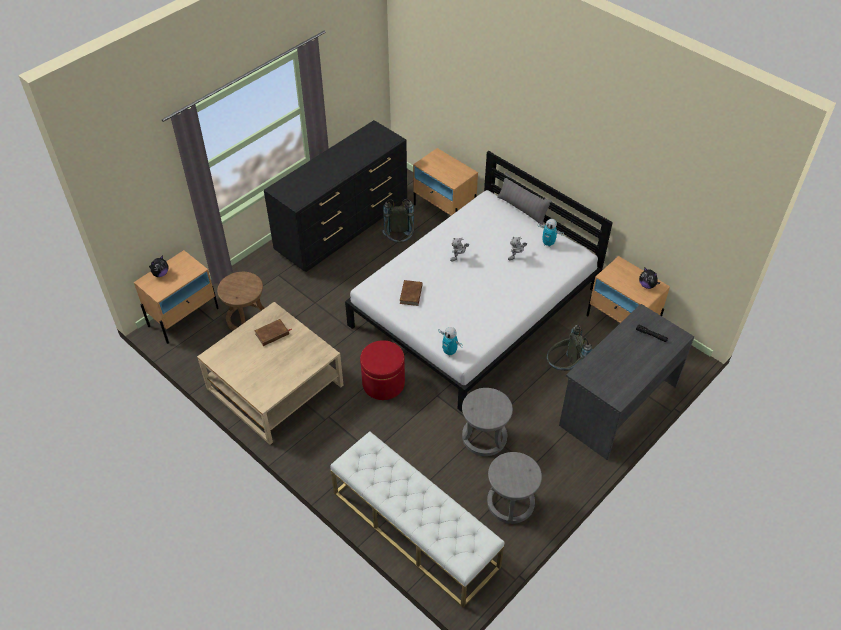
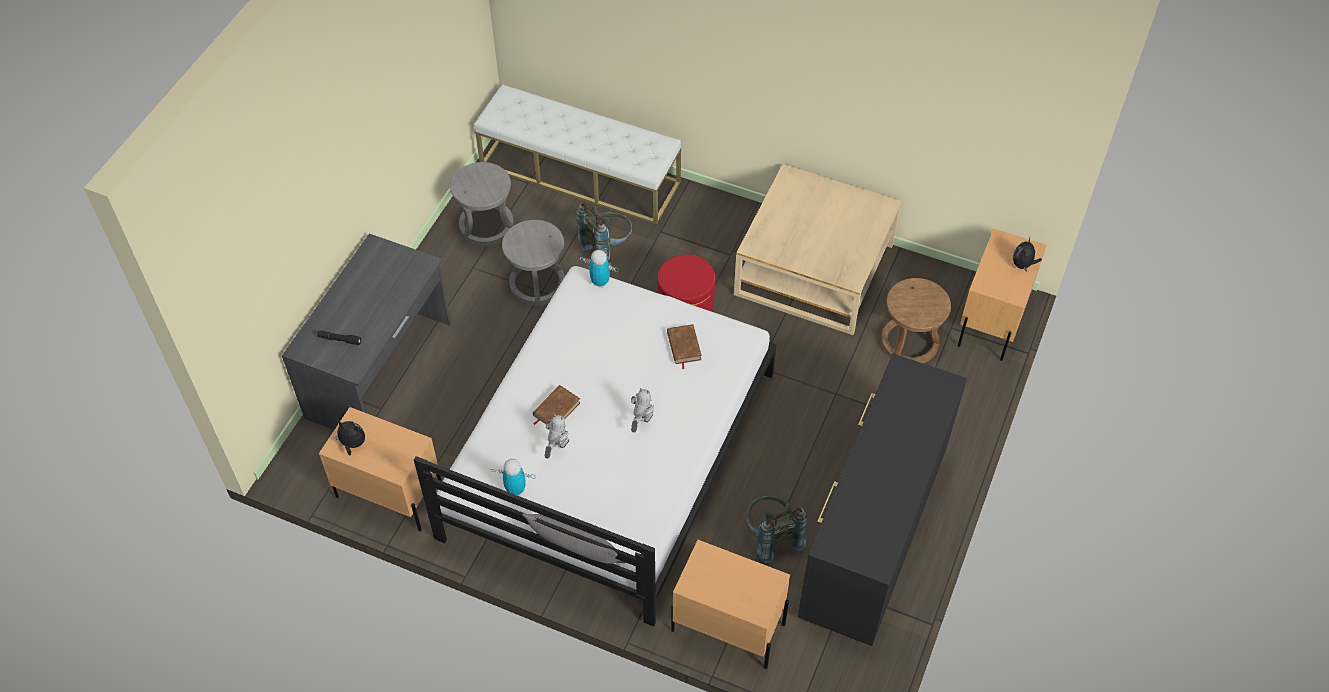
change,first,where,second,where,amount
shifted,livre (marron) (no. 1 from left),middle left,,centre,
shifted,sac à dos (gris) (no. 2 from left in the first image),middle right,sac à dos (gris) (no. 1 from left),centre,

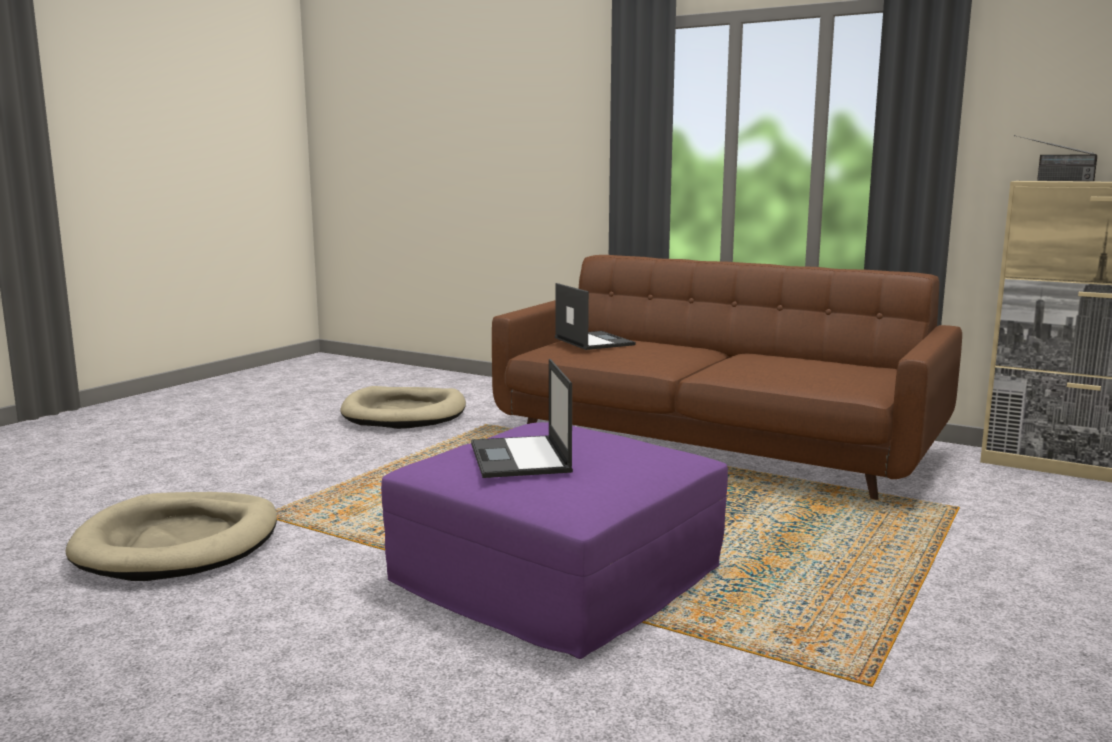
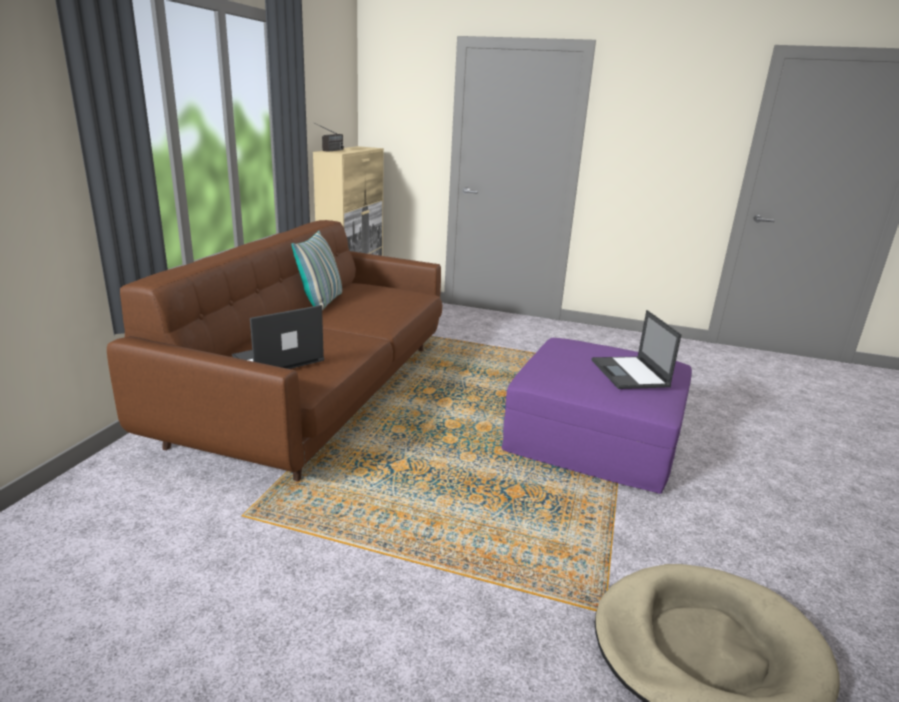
change,first,where,second,where,amount
new,,,coussin,centre,
rotated,ordinateur portable (no. 1 from left in the first image),centre,ordinateur portable (no. 2 from left),middle right,105 degrees clockwise
gone,panier pour chien (beige) (no. 2 from left),centre,,,

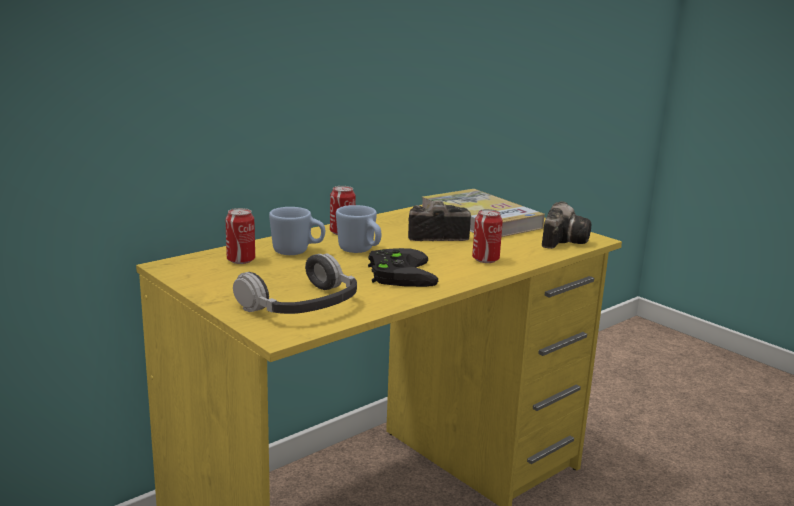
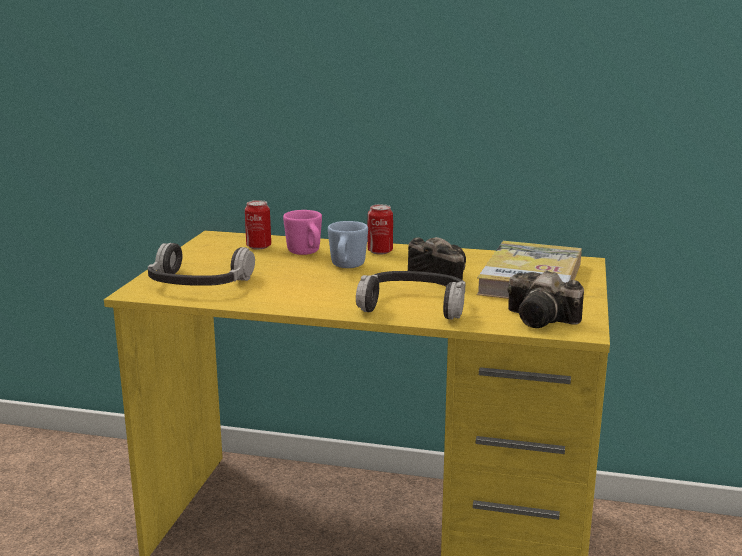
change,first,where,second,where,amount
repainted,mug (bleu) (no. 1 from left),centre,mug (rose),centre,
swapped,boîte métallique (no. 3 from left),centre,casque audio (no. 2 from left),centre,
rotated,appareil photo (no. 2 from left),middle right,,middle right,45 degrees clockwise
gone,manette (noir),centre,,,

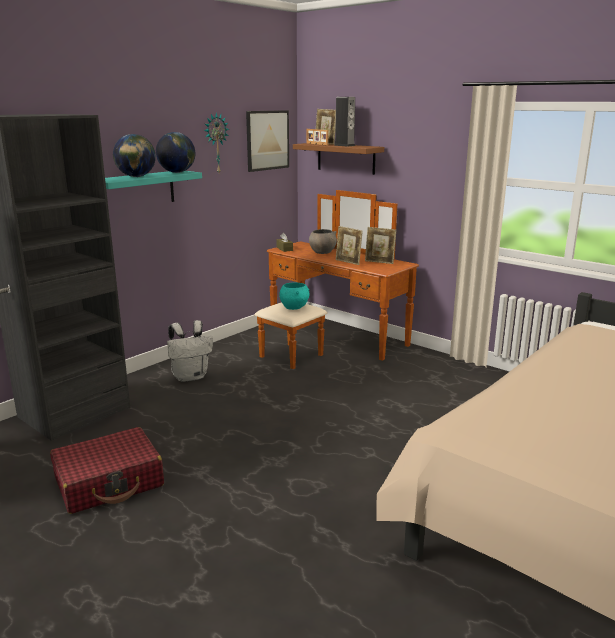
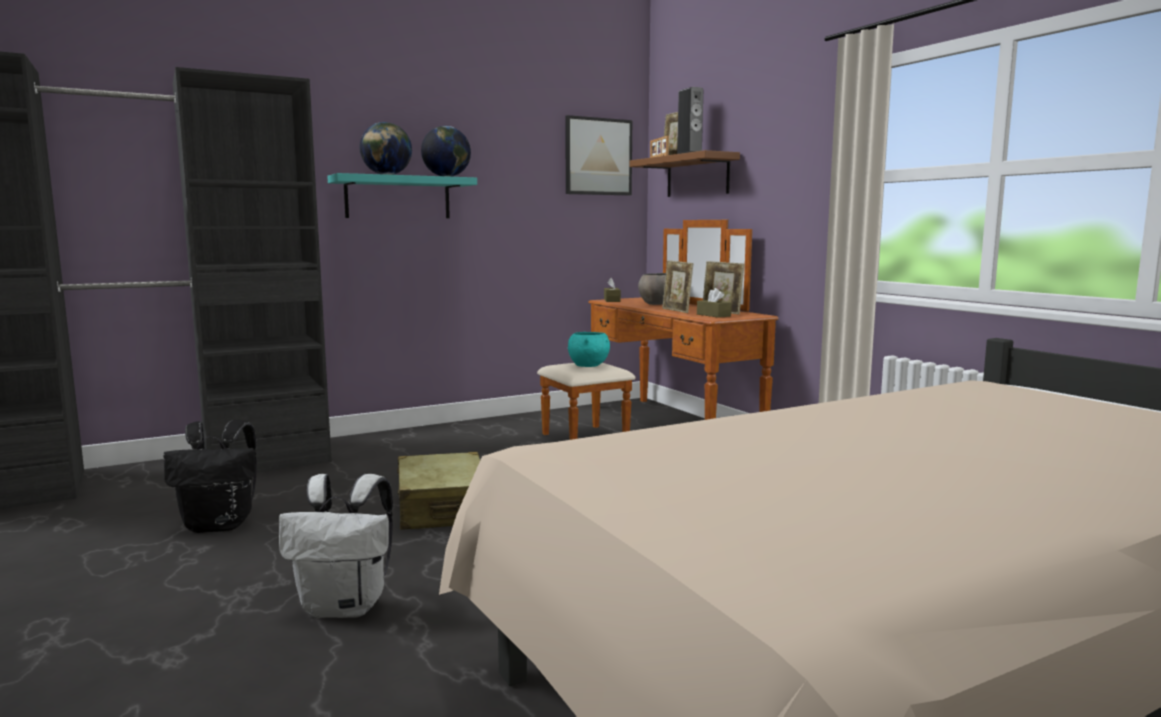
change,first,where,second,where,amount
swapped,valise (rouge),bottom left,sac à dos (noir),middle left,
shifted,sac à dos (blanc),middle left,,bottom left,
new,,,valise (beige),bottom centre,
new,,,boîte à mouchoirs (marron) (no. 2 from left),centre,
gone,horloge murale,top centre,,,

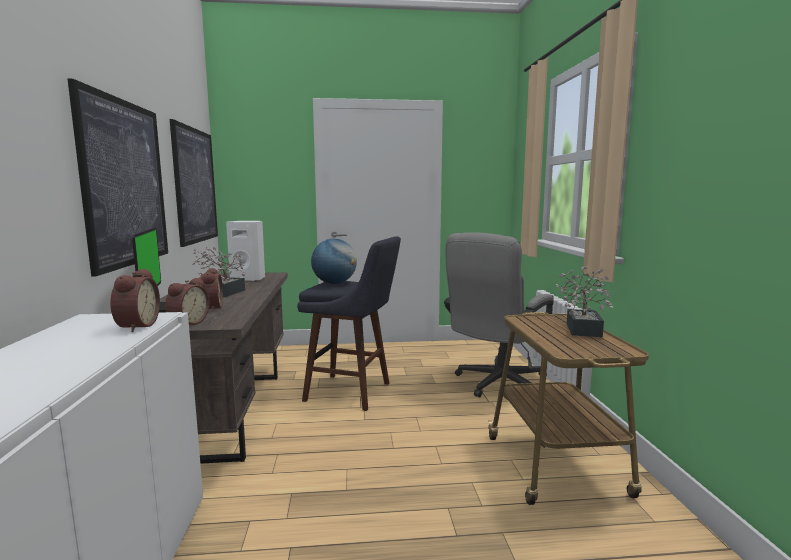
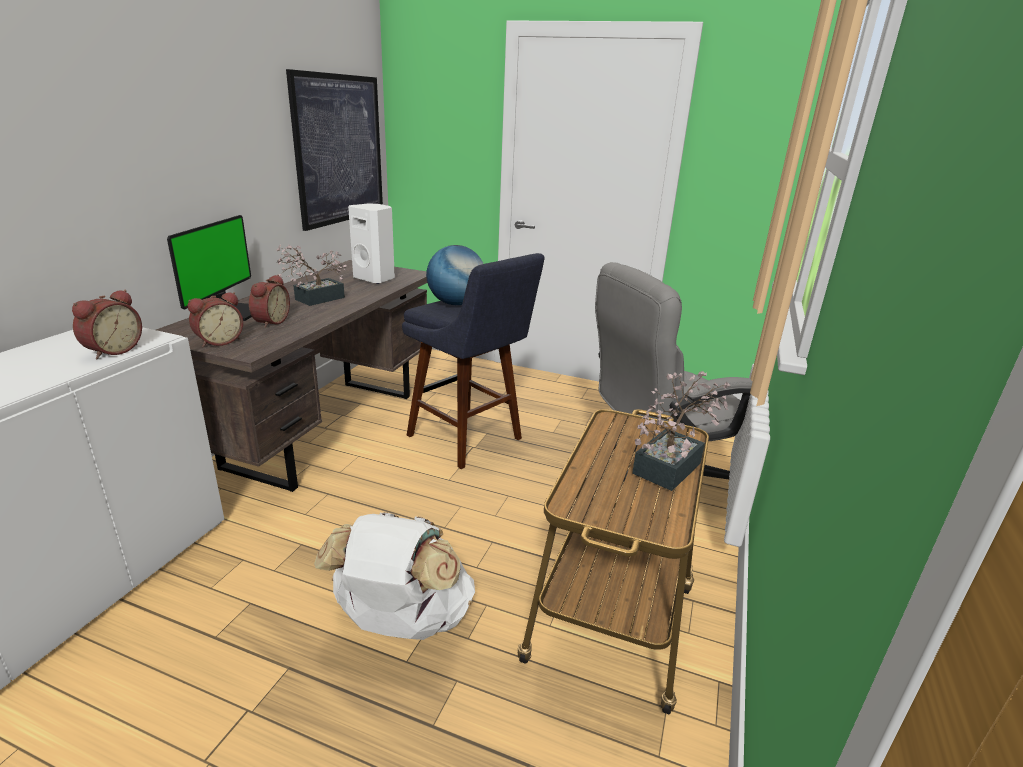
change,first,where,second,where,amount
new,,,sac à dos (blanc),bottom centre,
gone,tableau (no. 1 from left),top left,,,

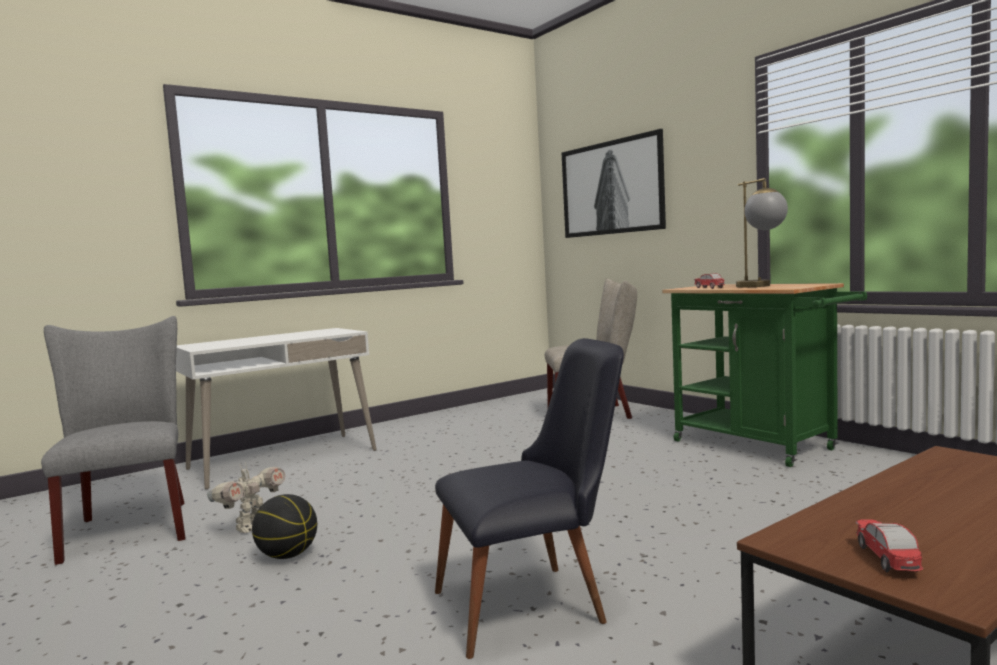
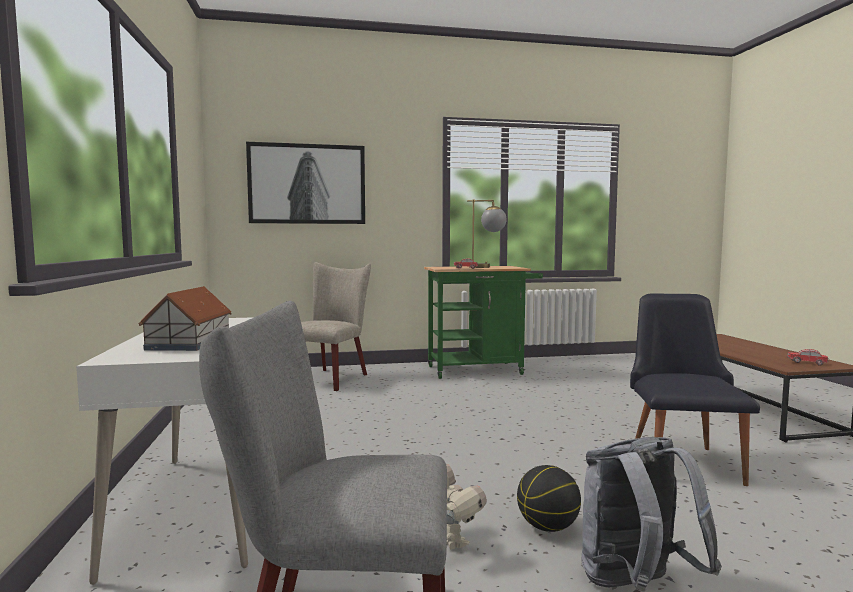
change,first,where,second,where,amount
new,,,maison miniature,middle left,
new,,,sac à dos (gris),bottom right,

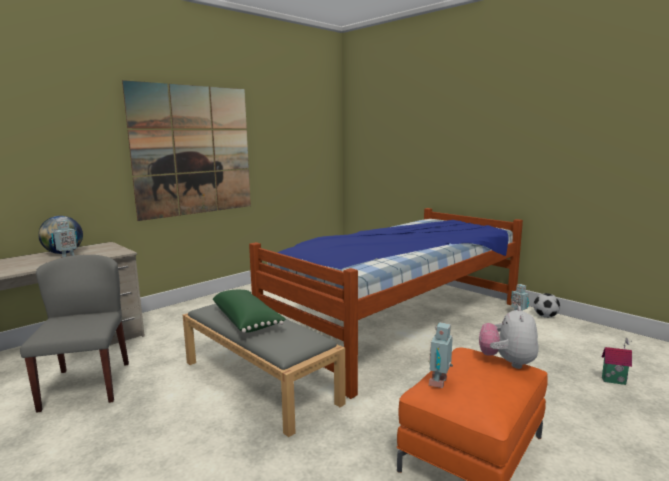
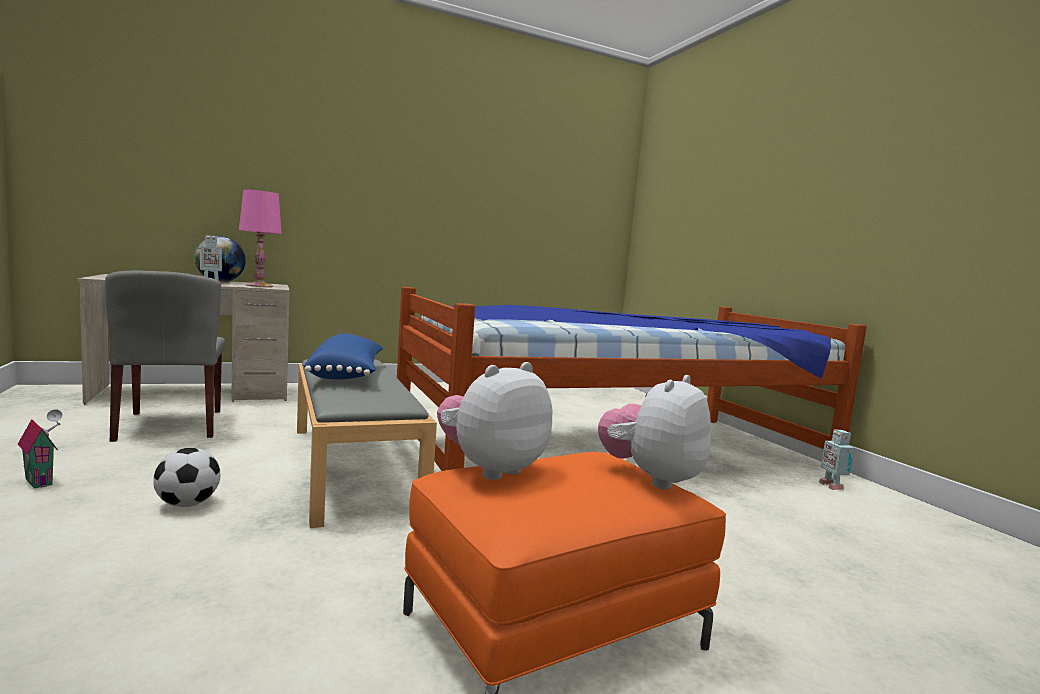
change,first,where,second,where,amount
shifted,maison miniature,bottom right,,middle left,
rotated,chaise (gris),bottom left,,middle left,150 degrees clockwise
shifted,ballon de foot,middle right,,bottom left,
new,,,lampe de table (rose),middle left,
repainted,coussin (vert),centre,coussin (bleu),middle left,
swapped,robot jouet (no. 2 from left),bottom centre,peluche (no. 1 from left),centre,
gone,tableau,top left,,,

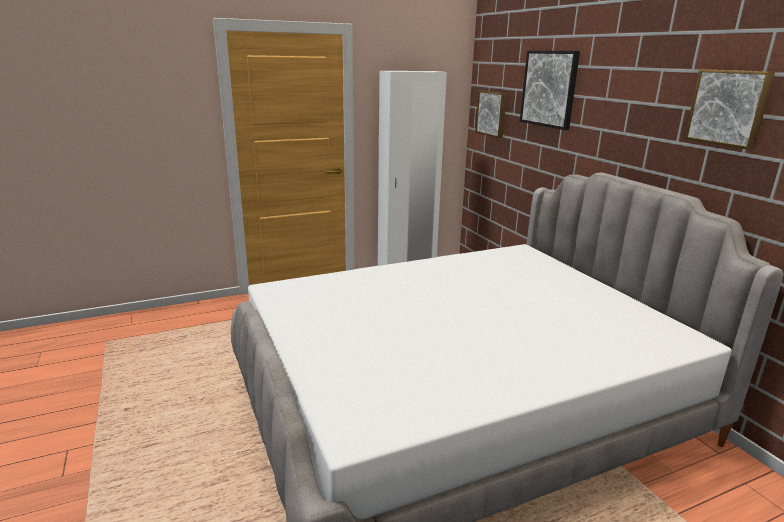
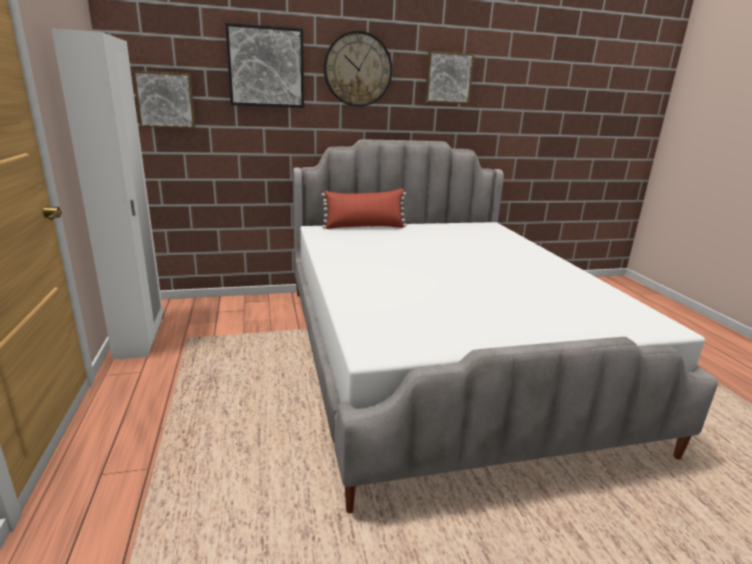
change,first,where,second,where,amount
new,,,coussin (rouge),centre,
new,,,horloge murale,top centre,

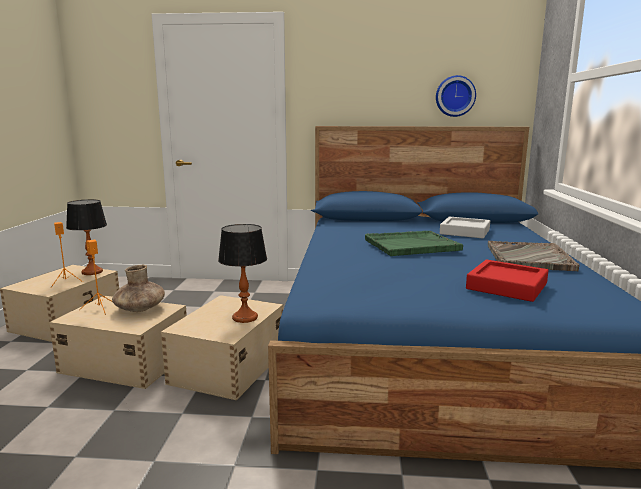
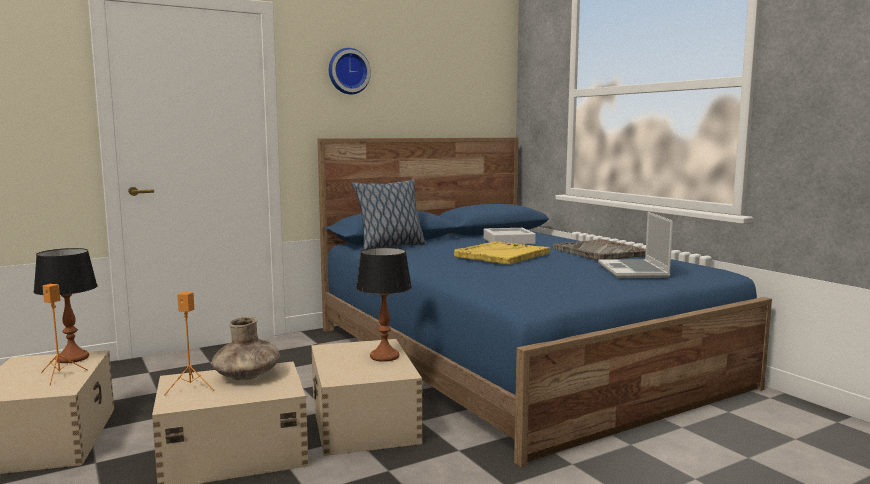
change,first,where,second,where,amount
shifted,horloge murale,top right,,top centre,
new,,,coussin,centre,
repainted,plateau (vert),centre,plateau (jaune),centre,
swapped,plateau (rouge),middle right,ordinateur portable,middle right,

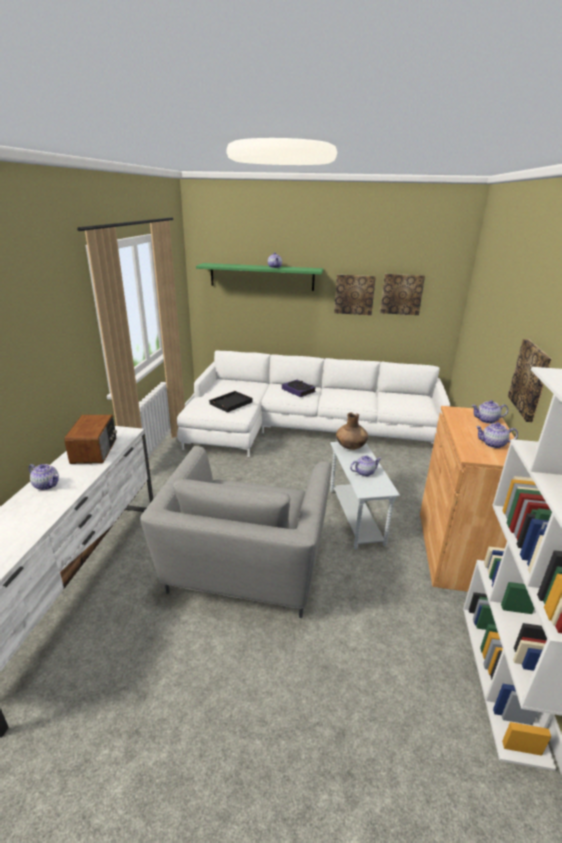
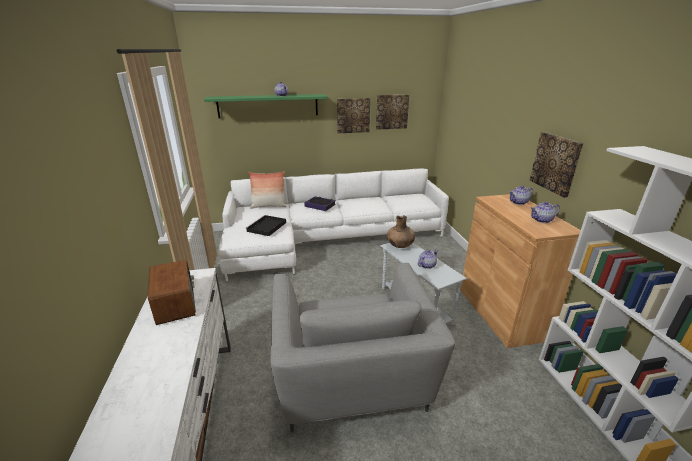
change,first,where,second,where,amount
new,,,coussin,centre,
gone,théière (no. 1 from left),middle left,,,

